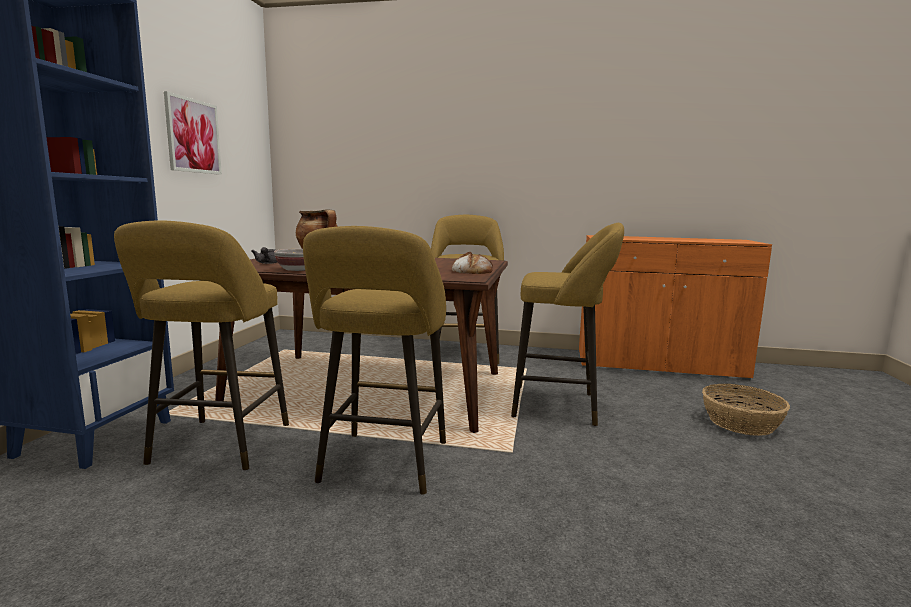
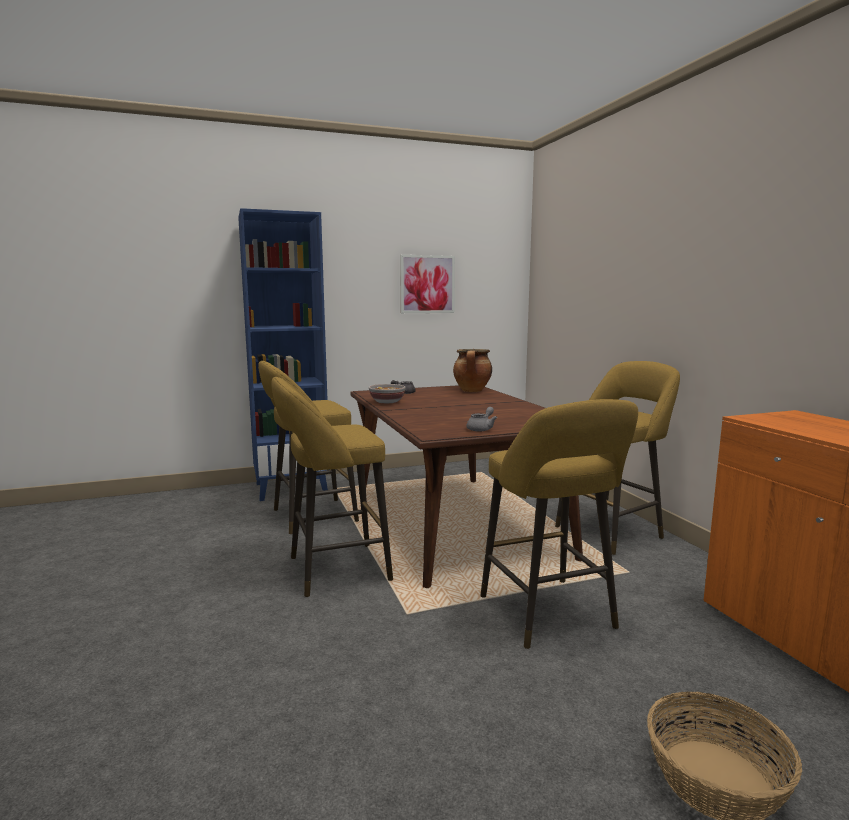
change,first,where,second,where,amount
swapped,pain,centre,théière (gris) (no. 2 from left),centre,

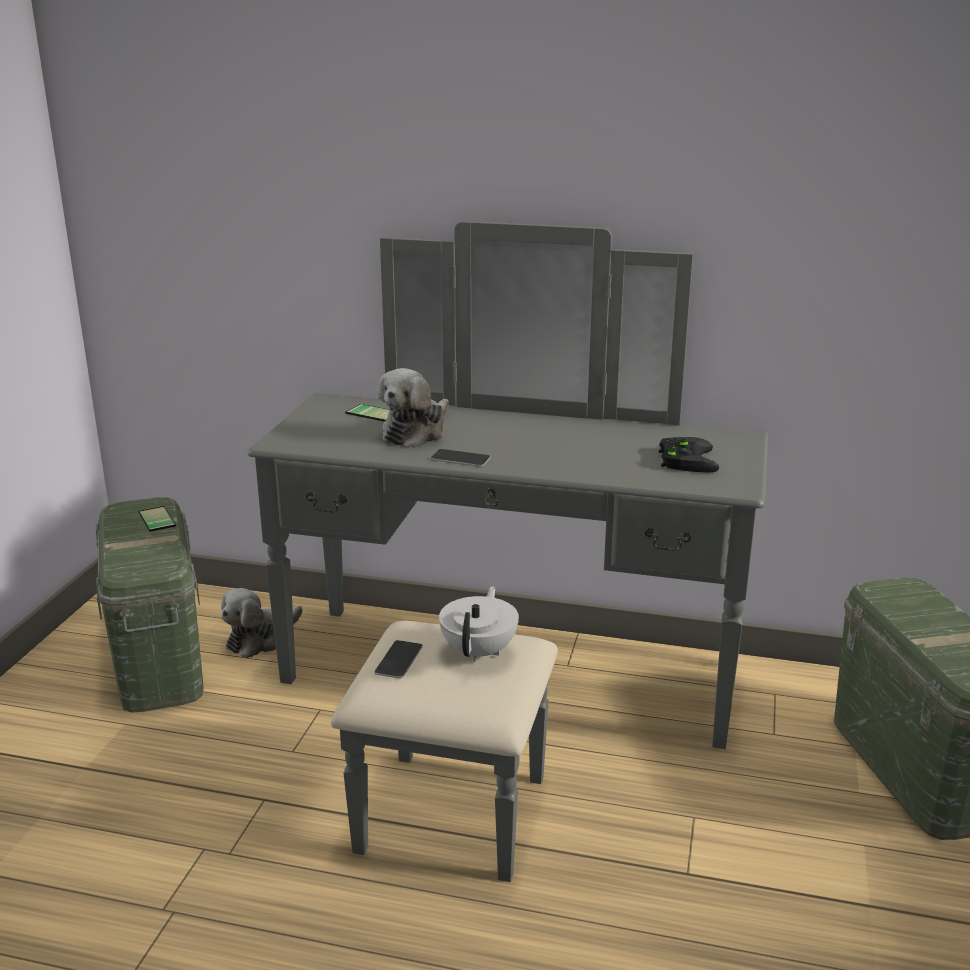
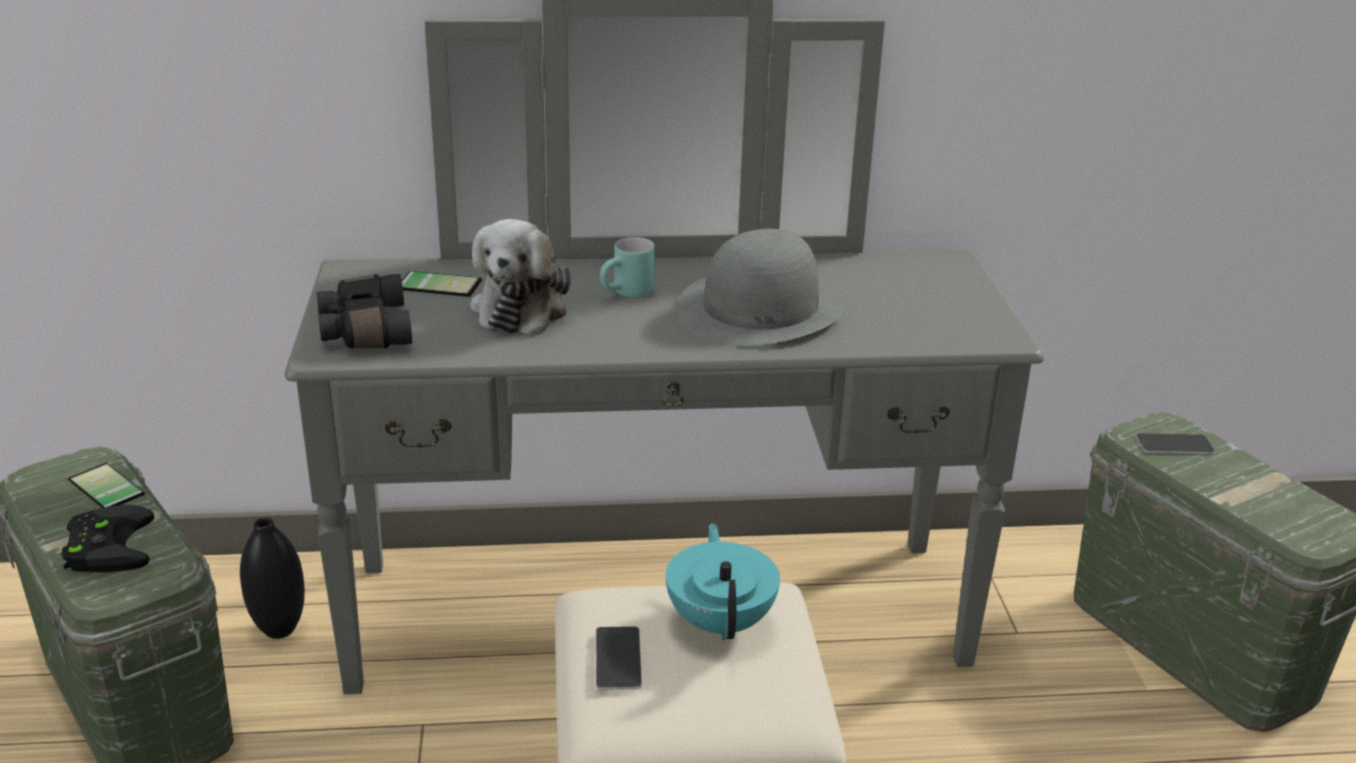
change,first,where,second,where,amount
shifted,manette (noir),middle right,,bottom left,
swapped,peluche (no. 1 from left),middle left,vase (noir),bottom left,
new,,,jumelles (noir),middle left,
new,,,mug (turquoise),centre,
repainted,théière (blanc),centre,théière (turquoise),bottom centre,
new,,,chapeau (gris),centre,
shifted,téléphone (no. 4 from left),centre,,middle right,

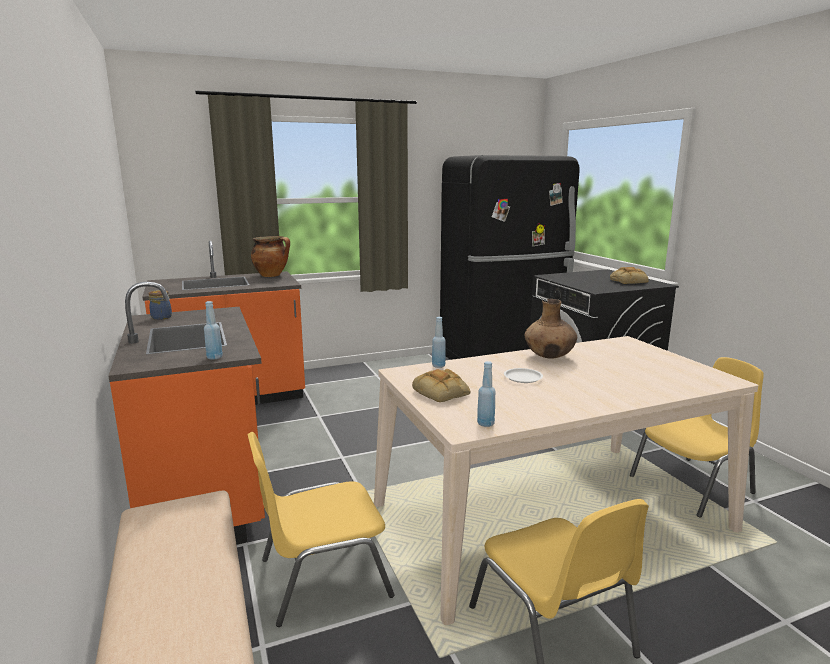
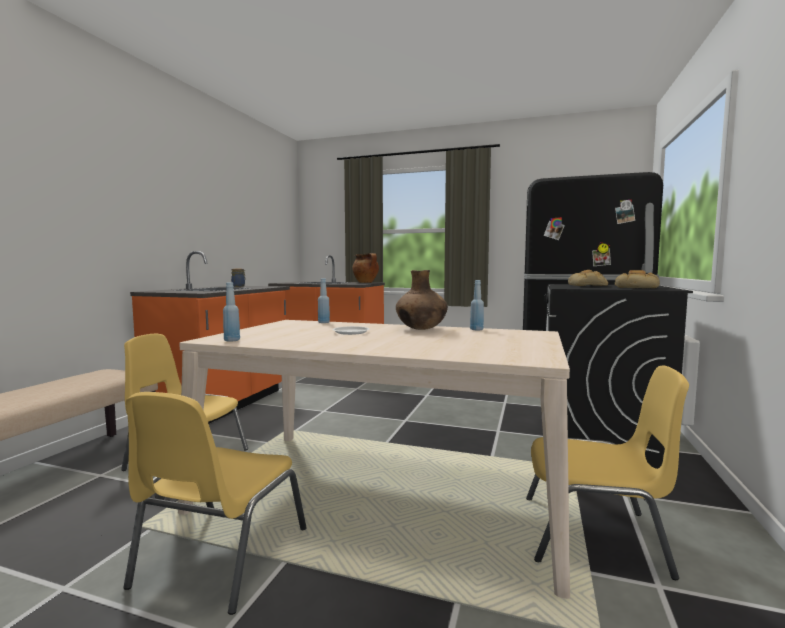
change,first,where,second,where,amount
shifted,bouteille (bleu) (no. 1 from left in the first image),middle left,bouteille (bleu) (no. 3 from left),centre,
shifted,pain (no. 1 from left),centre,,middle right,

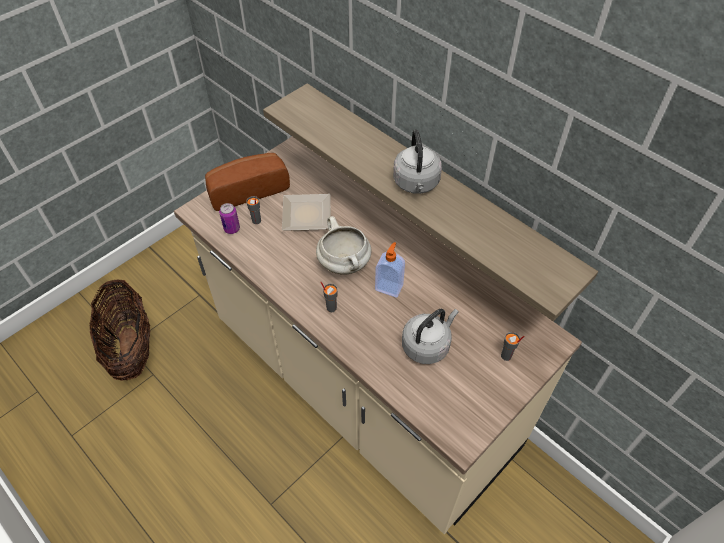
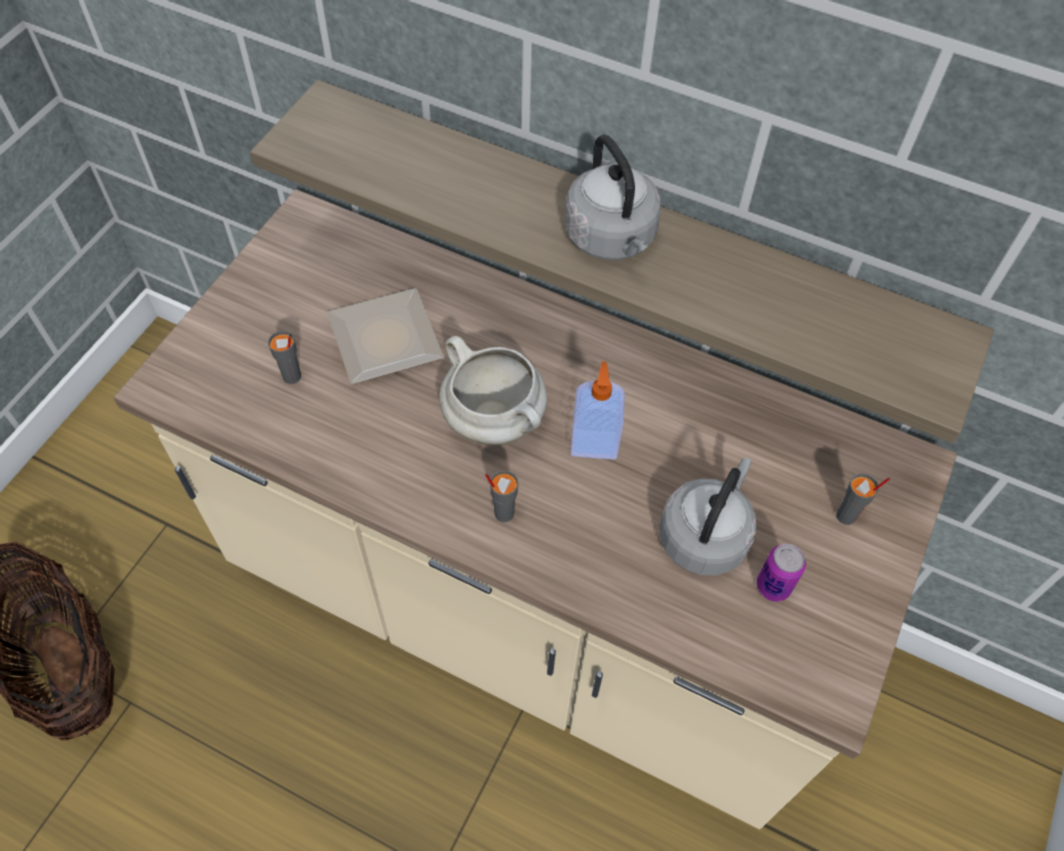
change,first,where,second,where,amount
shifted,boîte métallique,middle left,,bottom right,
gone,pain,centre,,,

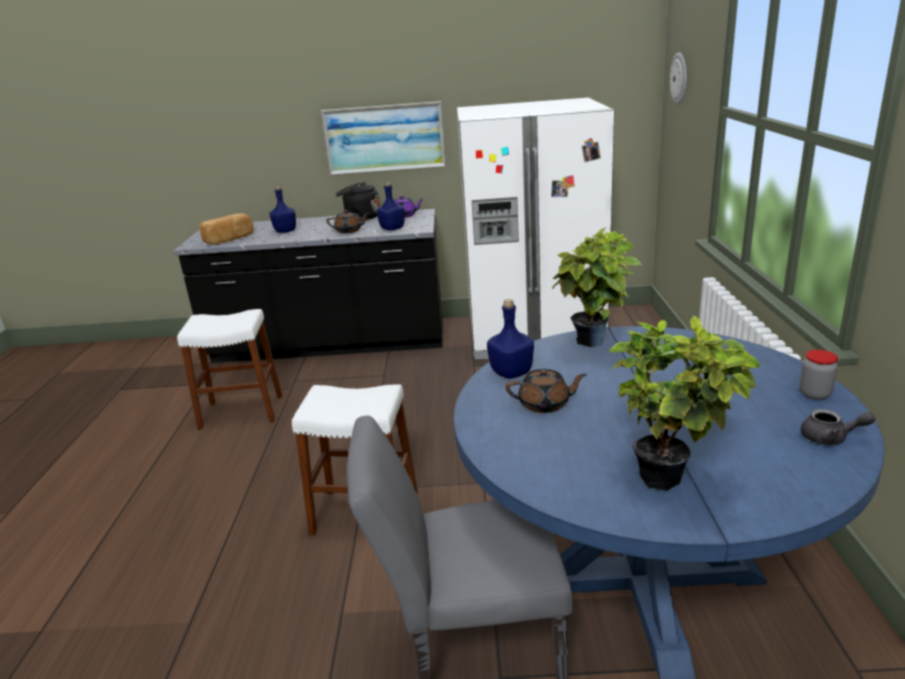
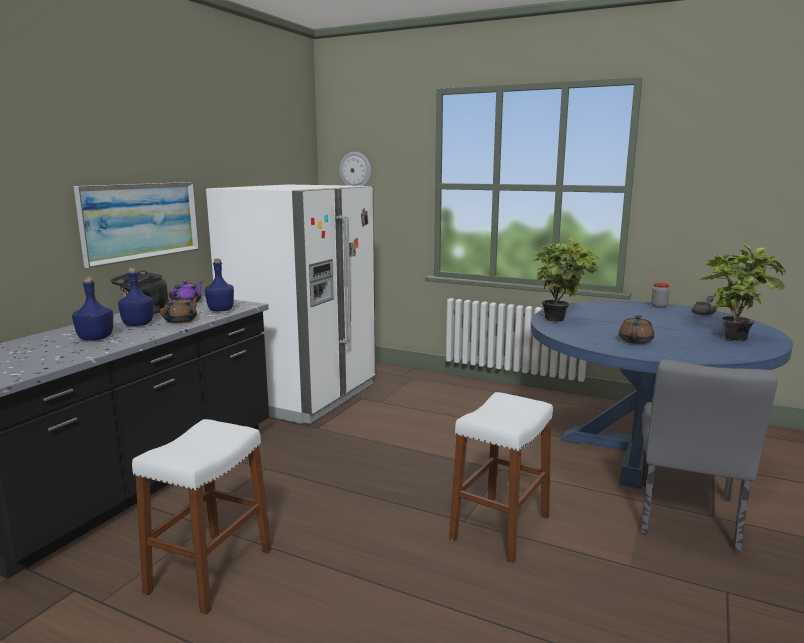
change,first,where,second,where,amount
shifted,bouteille (bleu) (no. 3 from left in the first image),centre,bouteille (bleu) (no. 2 from left),middle left,
gone,pain,middle left,,,

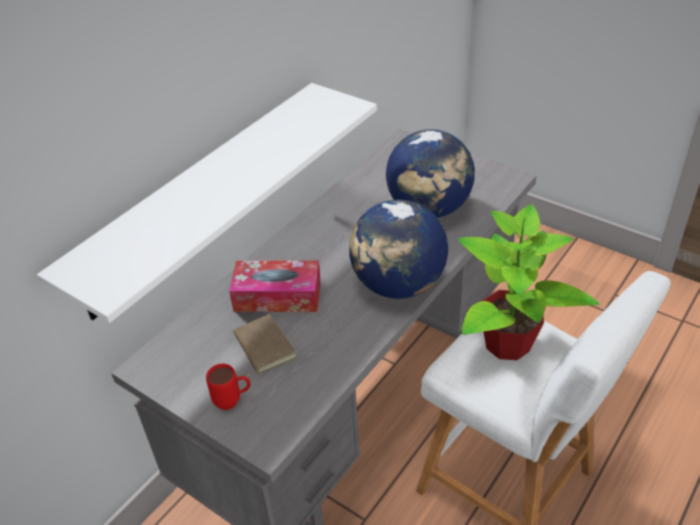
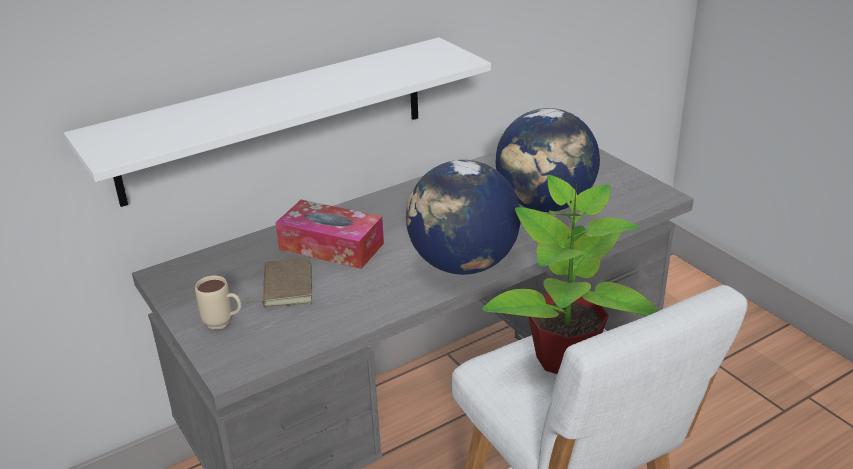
change,first,where,second,where,amount
repainted,mug (rouge),bottom left,mug (beige),middle left,

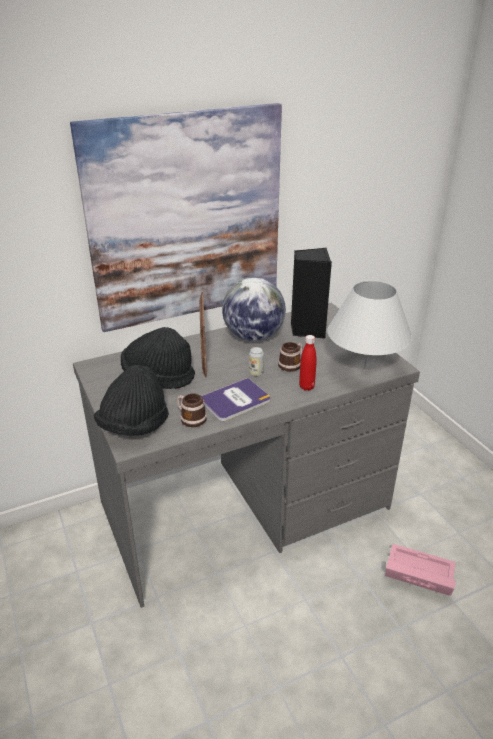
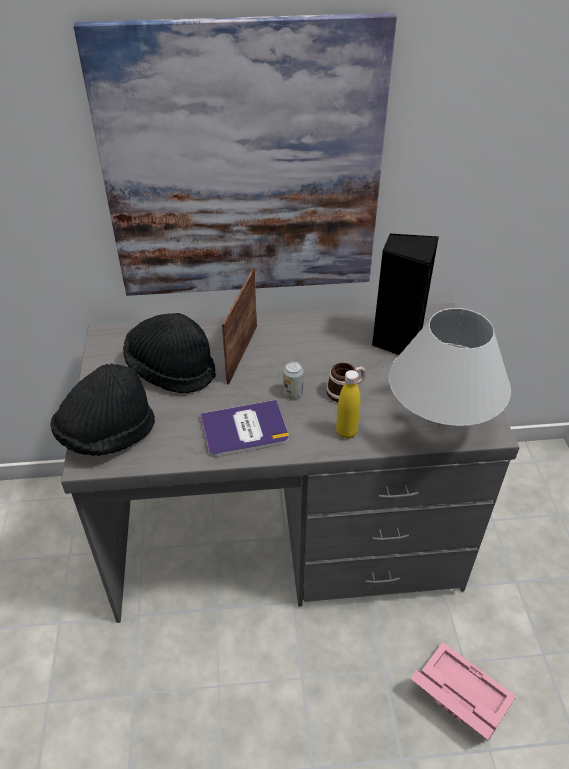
change,first,where,second,where,amount
repainted,bouteille (rouge),centre,bouteille (jaune),centre,
gone,mug (no. 1 from left),centre,,,
gone,globe,centre,,,

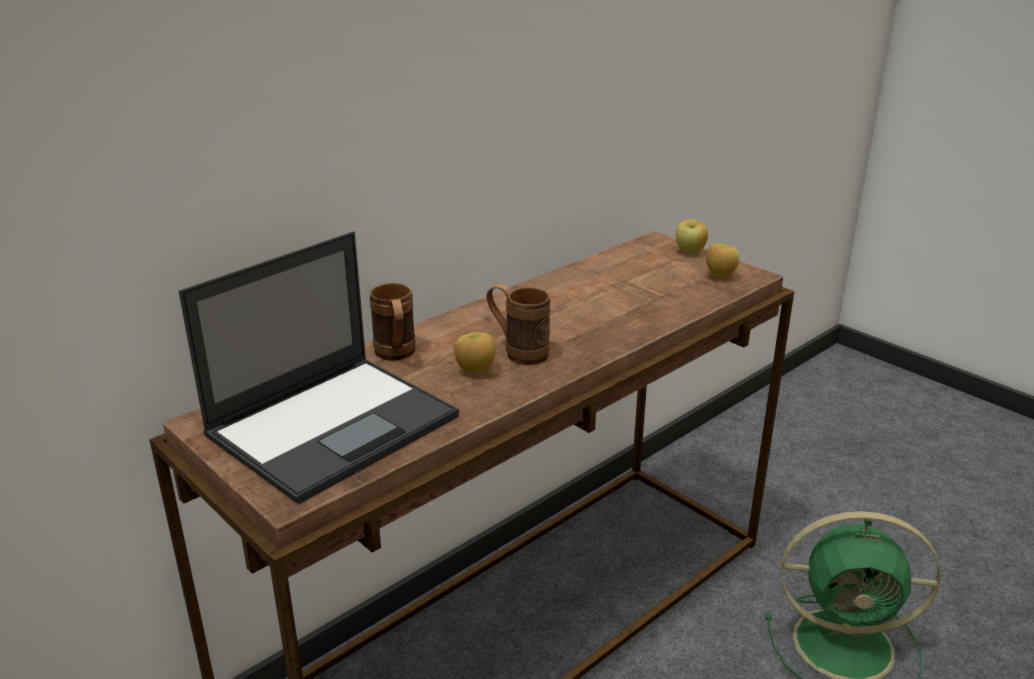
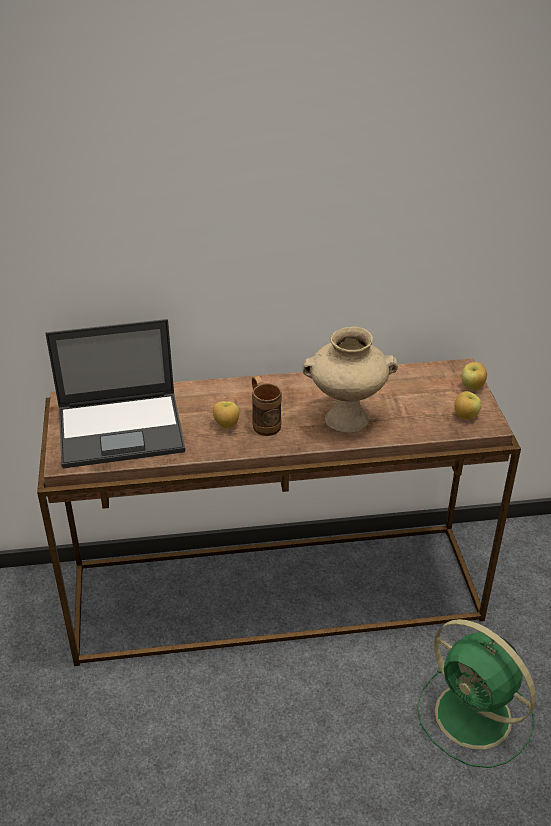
change,first,where,second,where,amount
new,,,vase (beige),centre,
gone,mug (marron) (no. 1 from left),centre,,,

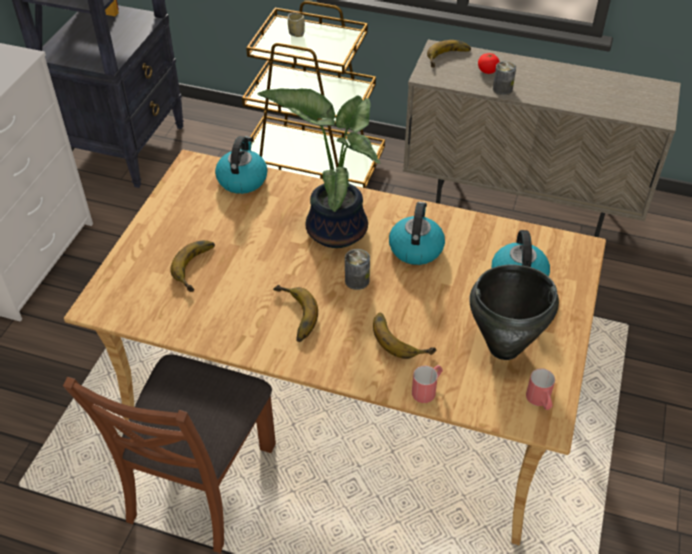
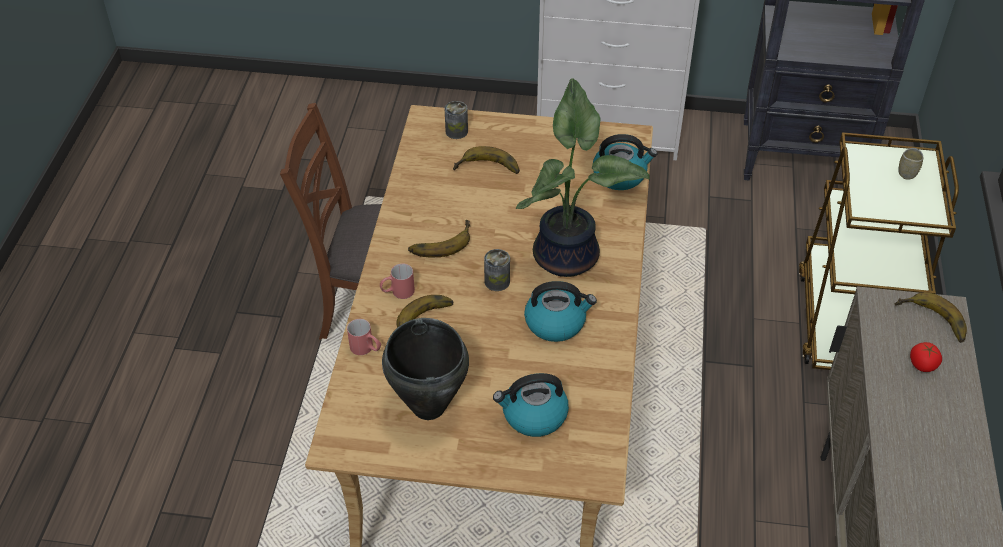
change,first,where,second,where,amount
shifted,mug (rouge) (no. 2 from left),bottom right,,centre,
shifted,boîte métallique (no. 2 from left in the first image),top right,boîte métallique (no. 1 from left),top centre,

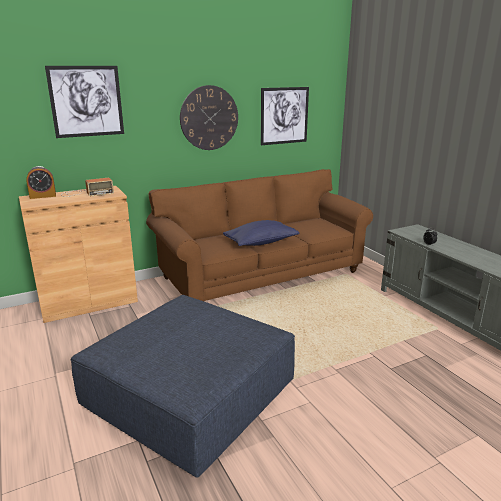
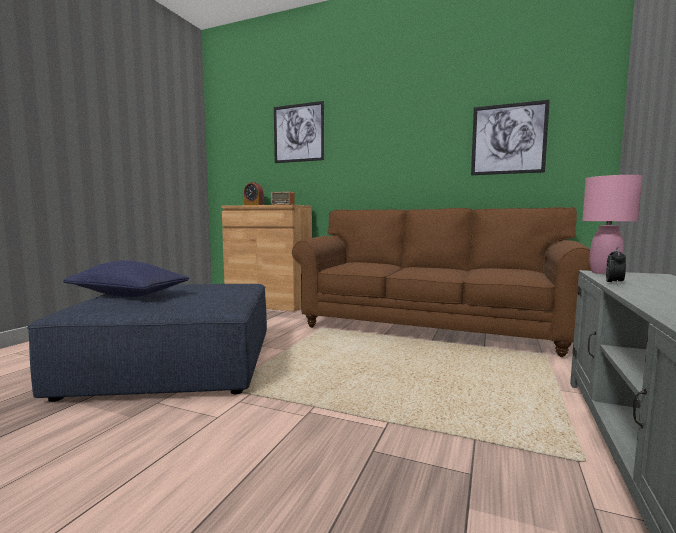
change,first,where,second,where,amount
shifted,coussin (bleu),centre,,middle left,
new,,,lampe de table (rose),middle right,
gone,horloge murale,top centre,,,

